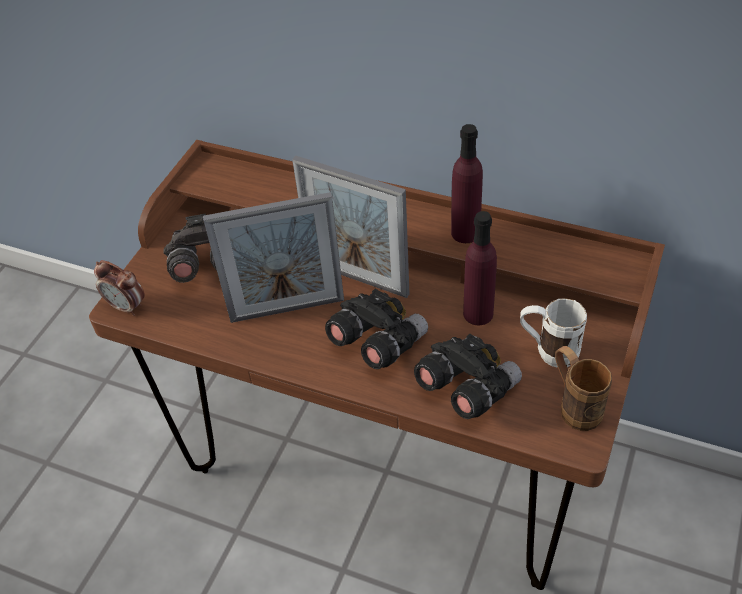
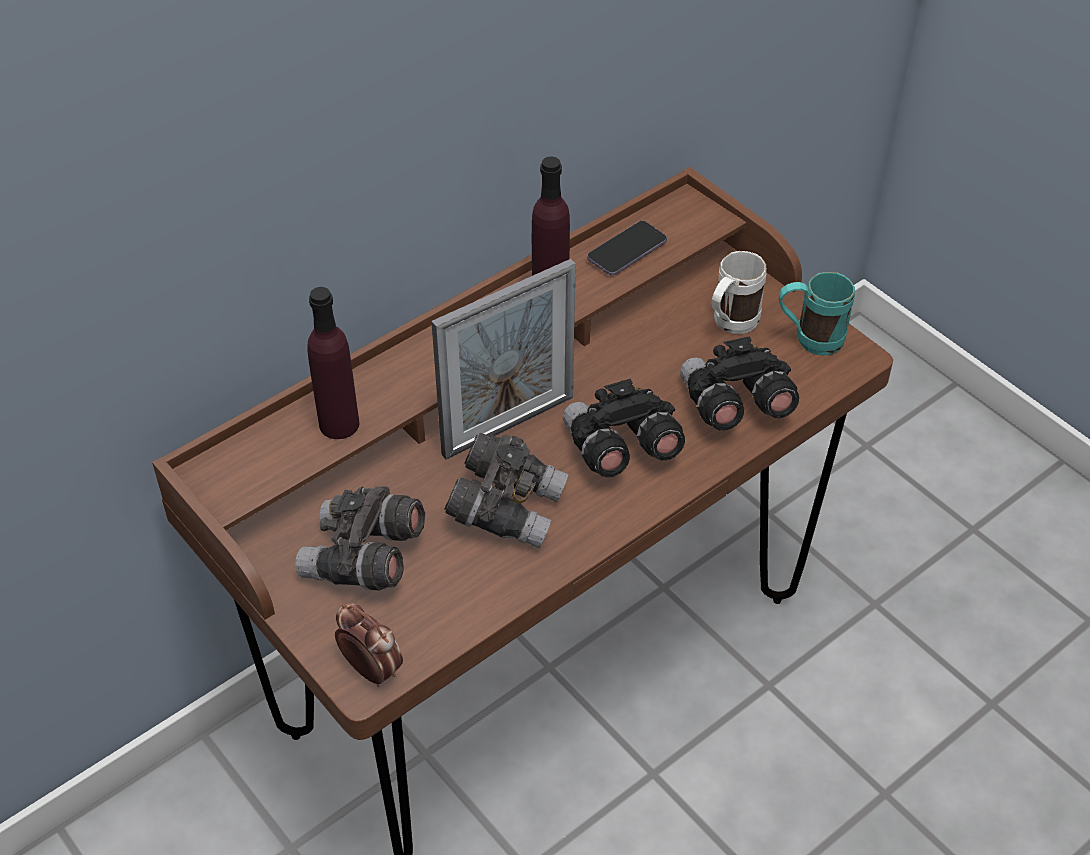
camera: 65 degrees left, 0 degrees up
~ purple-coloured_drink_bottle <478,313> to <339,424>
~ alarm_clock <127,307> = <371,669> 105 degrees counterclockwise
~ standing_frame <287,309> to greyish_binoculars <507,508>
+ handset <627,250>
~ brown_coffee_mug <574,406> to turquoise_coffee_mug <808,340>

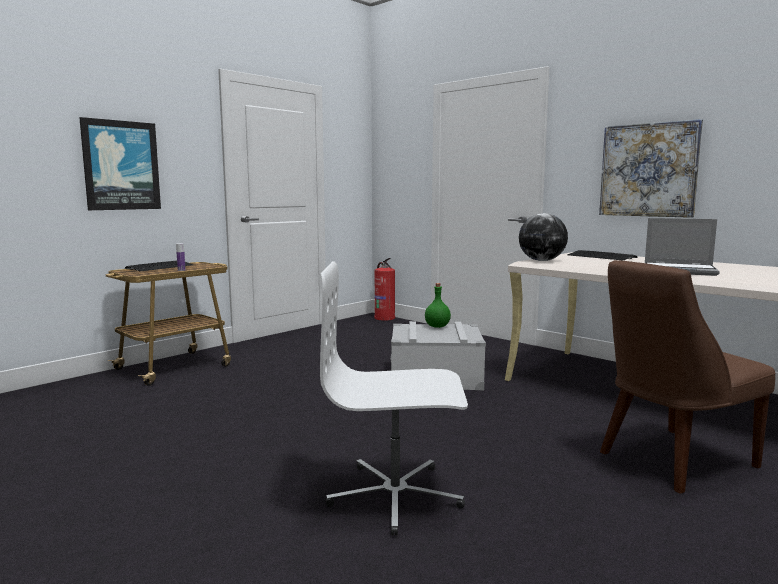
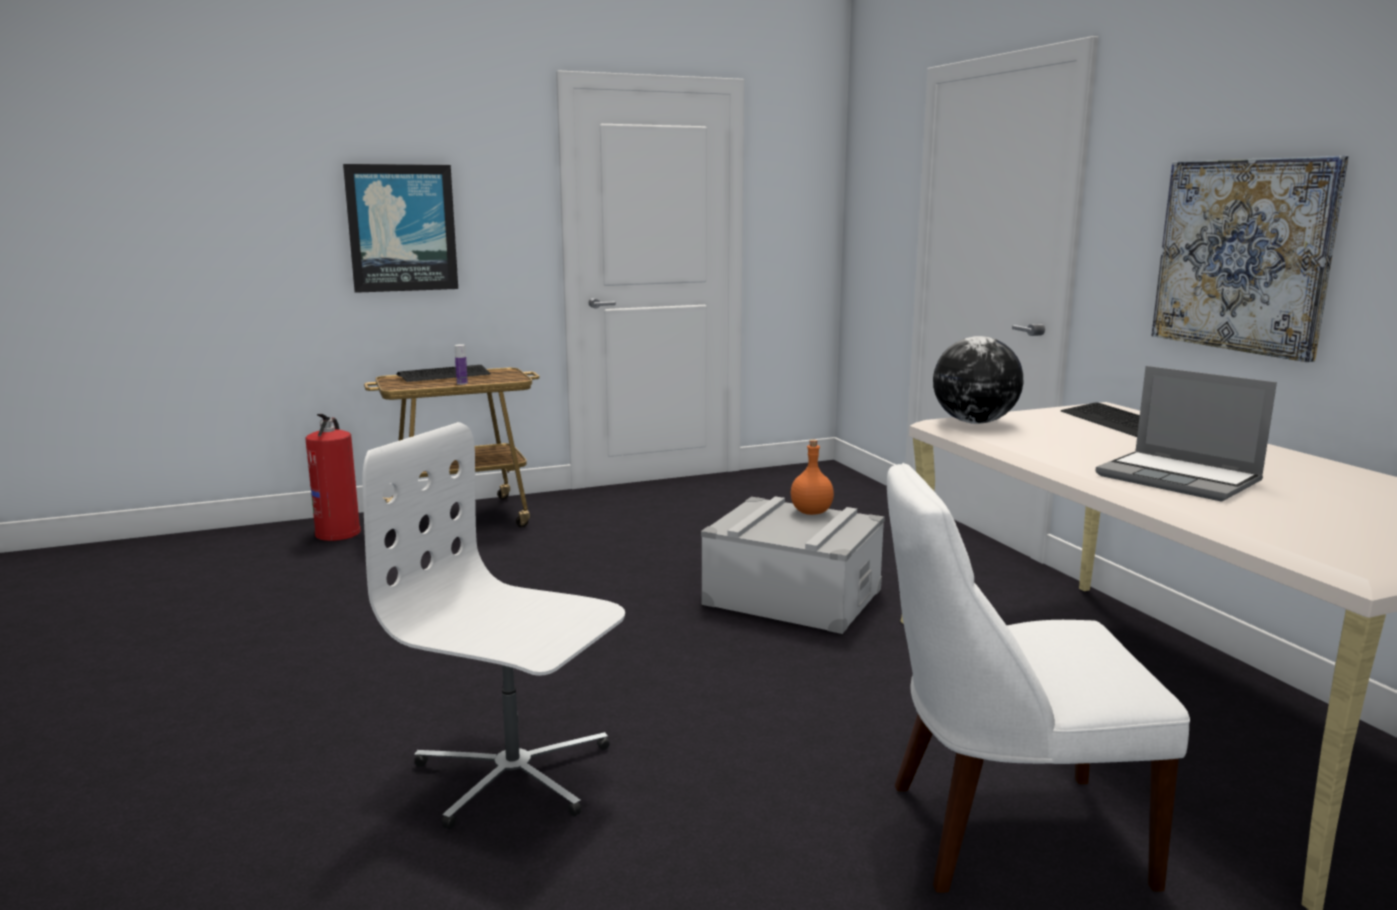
camera: 25 degrees right, 5 degrees up
~ extinguisher <384,318> to <338,533>
~ green-coloured_drink_bottle <437,326> to orangey_drink_bottle <810,512>
~ brown_plain_chair <671,460> to whitish_plain_chair <1003,832>

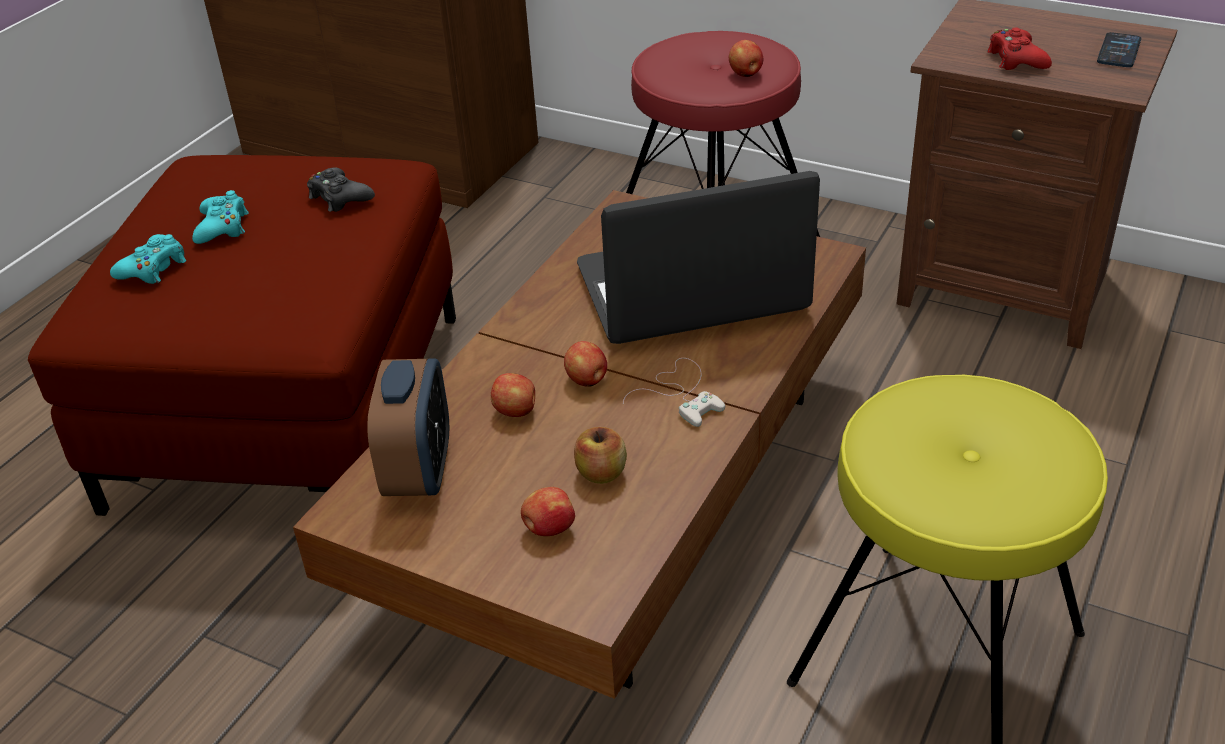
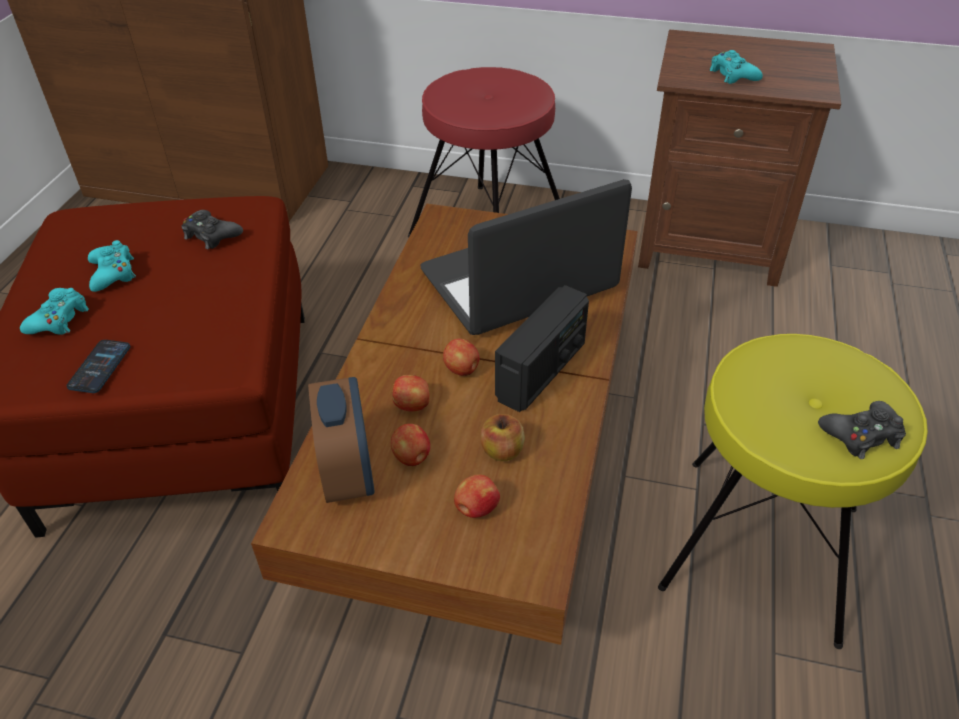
camera: 15 degrees left, 5 degrees up
~ handset <1118,51> to <100,367>
~ whole_apple <746,74> to <412,457>
~ whitish_gamepad <681,393> to radio_receiver <542,371>
~ red_gamepad <1016,59> to turquoise_gamepad <732,75>
+ blackish_gamepad <862,435>

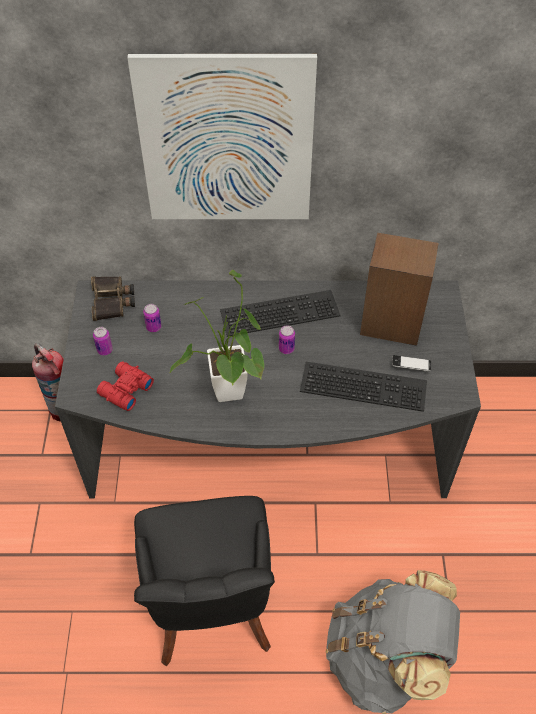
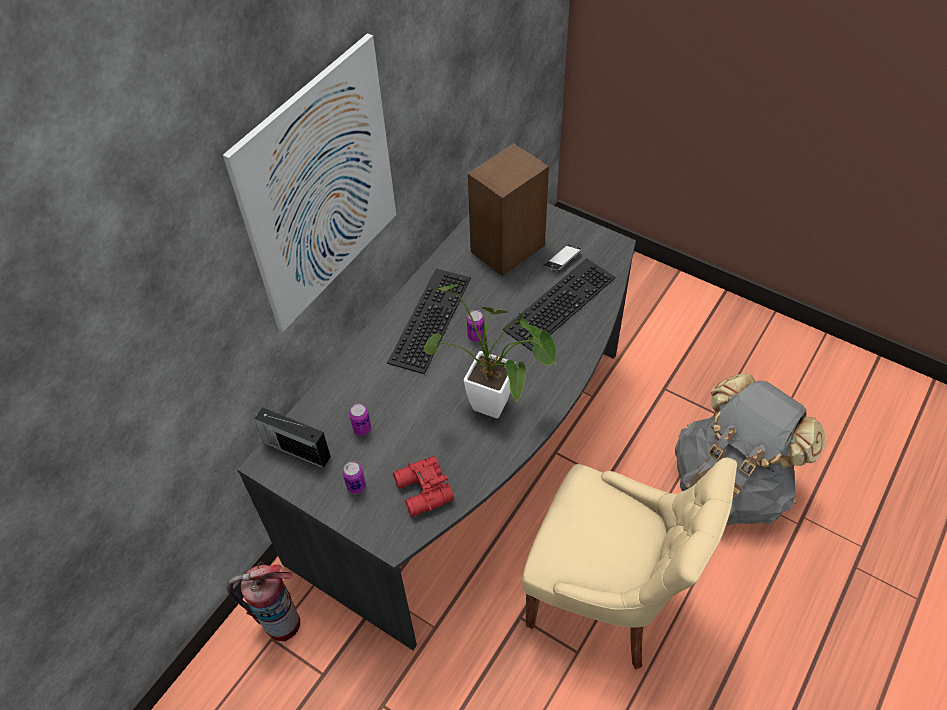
camera: 55 degrees left, 0 degrees up
~ binoculars <113,301> to radio_receiver <296,449>
~ blackish_plain_chair <211,608> to beige_plain_chair <607,596>

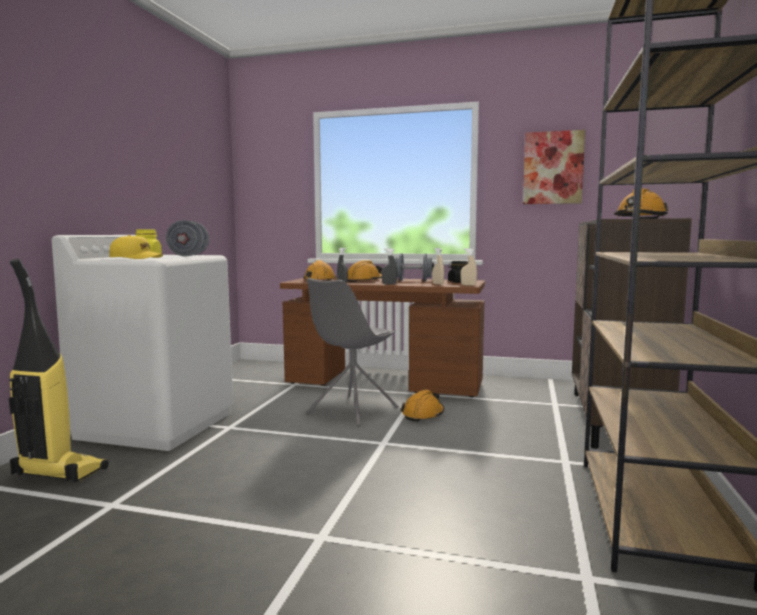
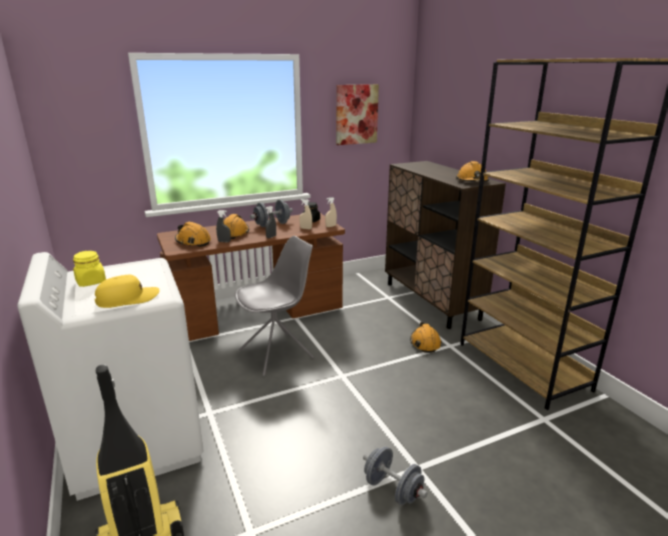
camera: 40 degrees left, 15 degrees up
~ greyish_plain_chair <352,411> = <277,354> 120 degrees counterclockwise
~ greyish_dumbbell <189,255> to <392,489>
~ orangey_hard_hat <423,414> to <425,343>

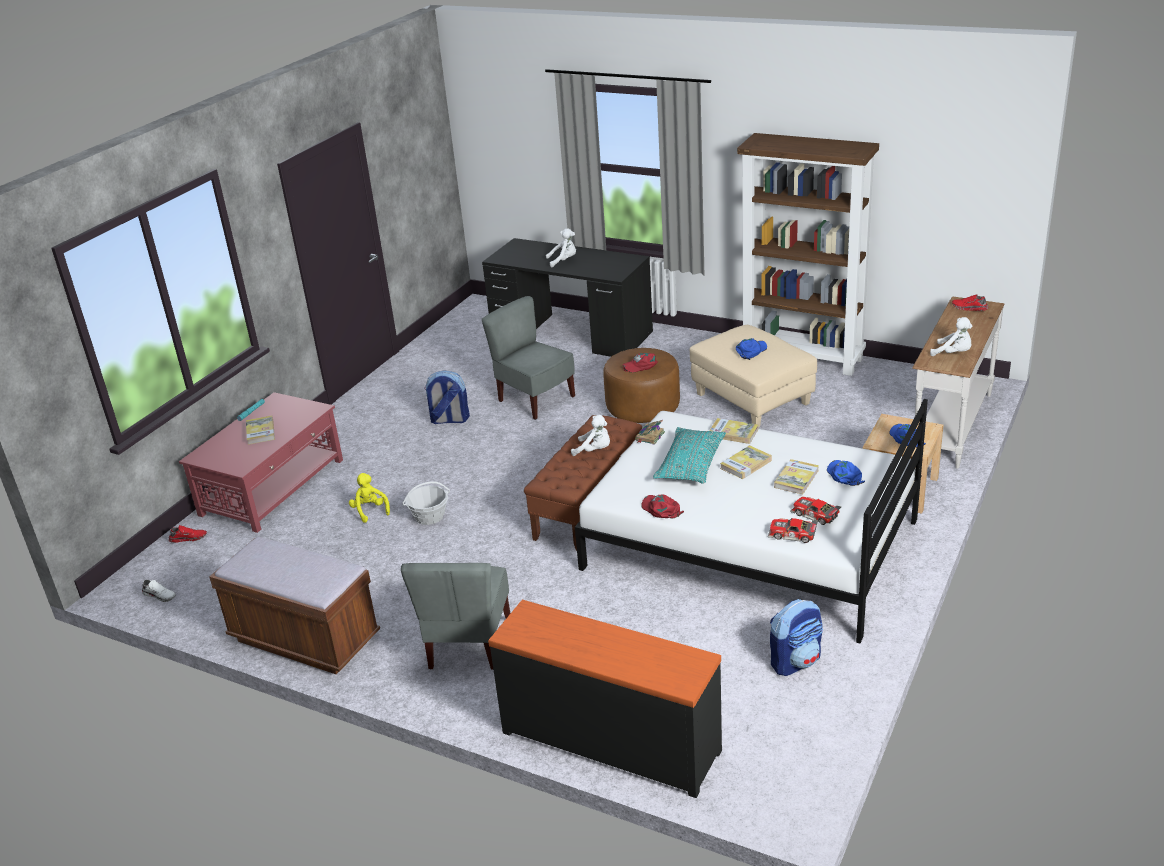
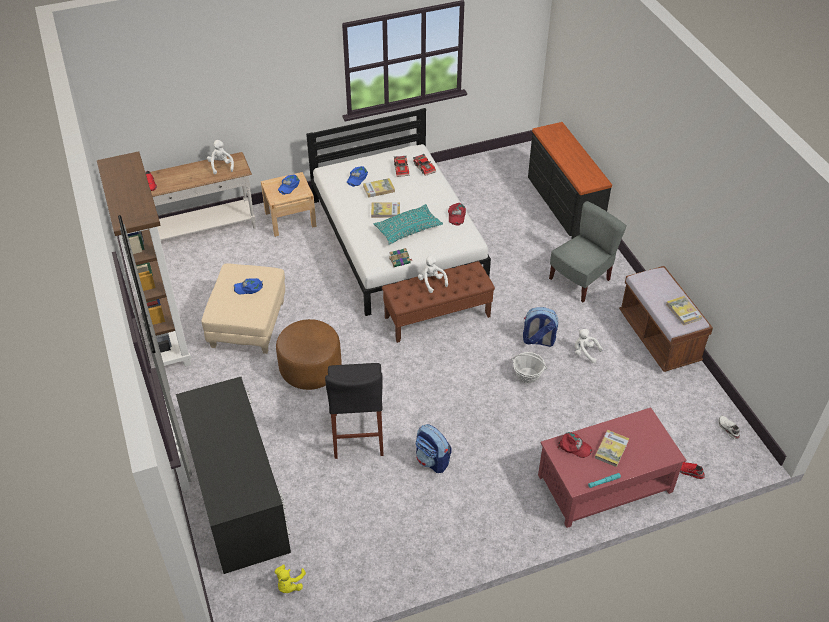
camera: 140 degrees left, 15 degrees up
~ yellow-coloured_plush_toy <370,511> to <289,585>
~ greyish_plain_chair <535,400> to blackish_stool <358,434>
~ rucksack <795,661> to <538,341>
~ red_cap <641,365> to <574,447>
~ whitish_plush_toy <563,261> to <585,353>
~ book <733,433> to <683,312>

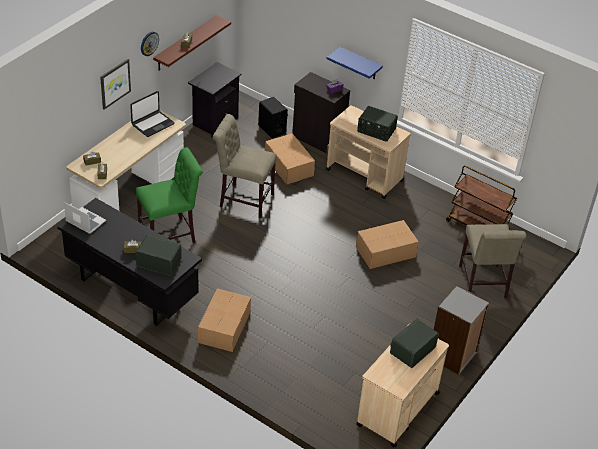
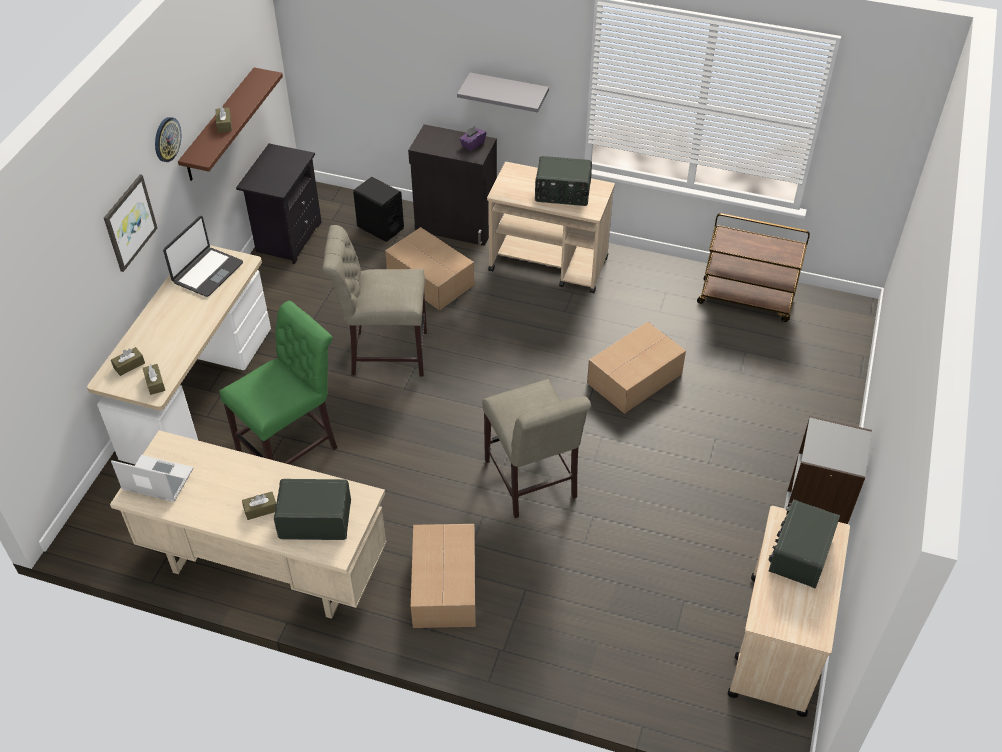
camera: 15 degrees left, 5 degrees up
~ blackish_desk <131,291> to beige_desk <264,567>
~ bluish_shelf <360,64> to greyish_shelf <509,92>
~ beige_plain_chair <483,284> to <532,483>

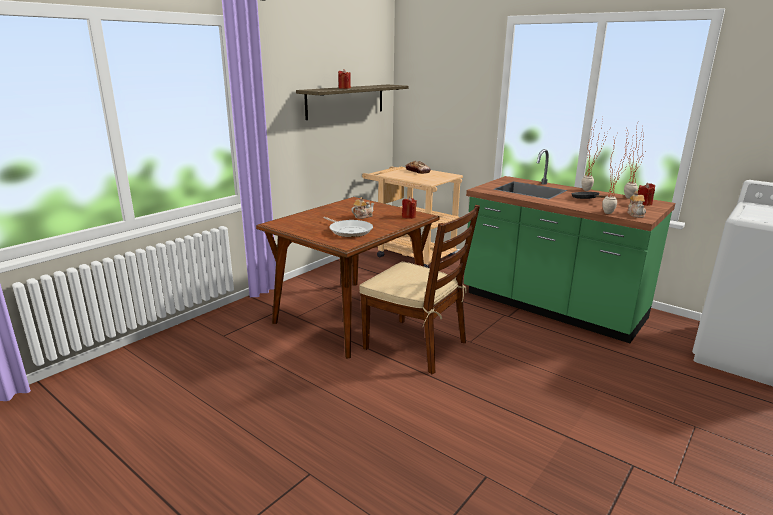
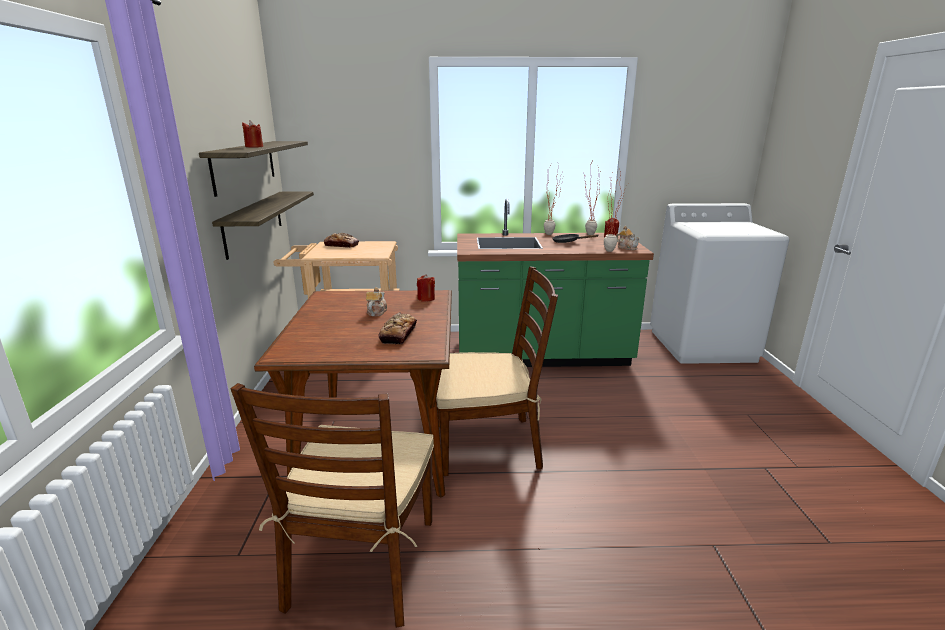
camera: 40 degrees left, 0 degrees up
+ shelf <254,222>
+ brown_plain_chair <362,563>
~ frying_pan <349,231> to bakery_bread <398,334>

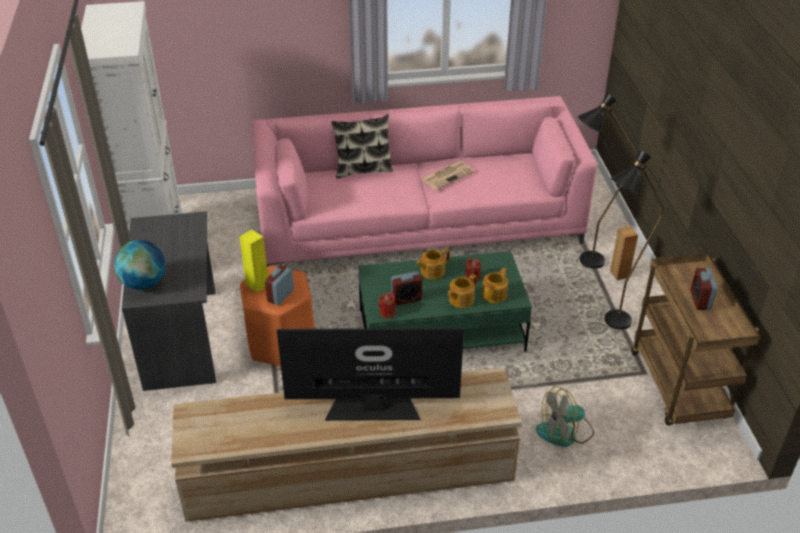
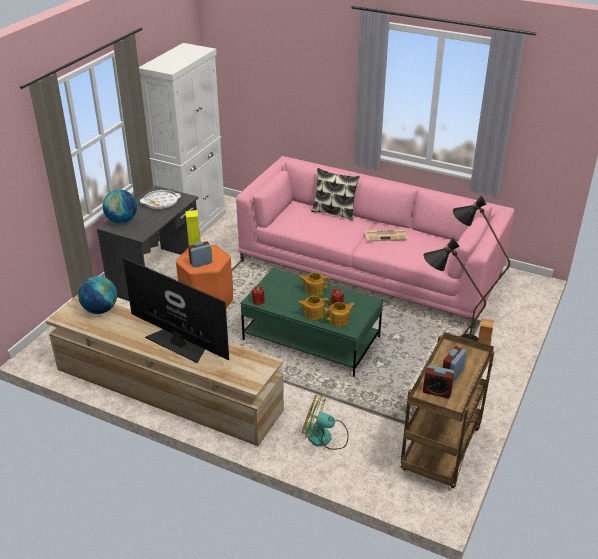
camera: 35 degrees right, 5 degrees down
+ desk_globe <100,310>
+ whitish_serving_tray <161,202>
~ alarm_clock <406,299> to <437,391>

